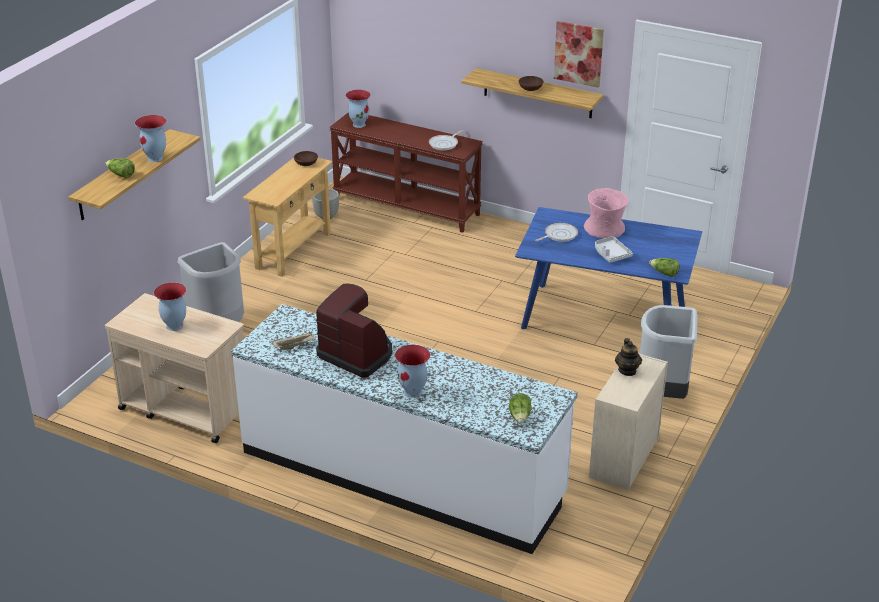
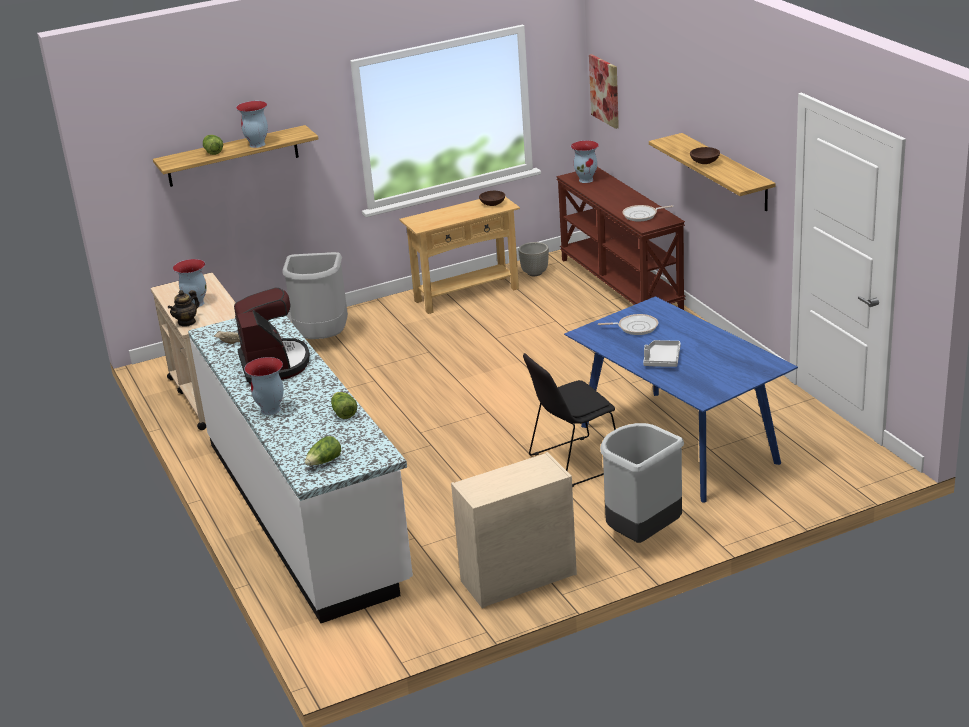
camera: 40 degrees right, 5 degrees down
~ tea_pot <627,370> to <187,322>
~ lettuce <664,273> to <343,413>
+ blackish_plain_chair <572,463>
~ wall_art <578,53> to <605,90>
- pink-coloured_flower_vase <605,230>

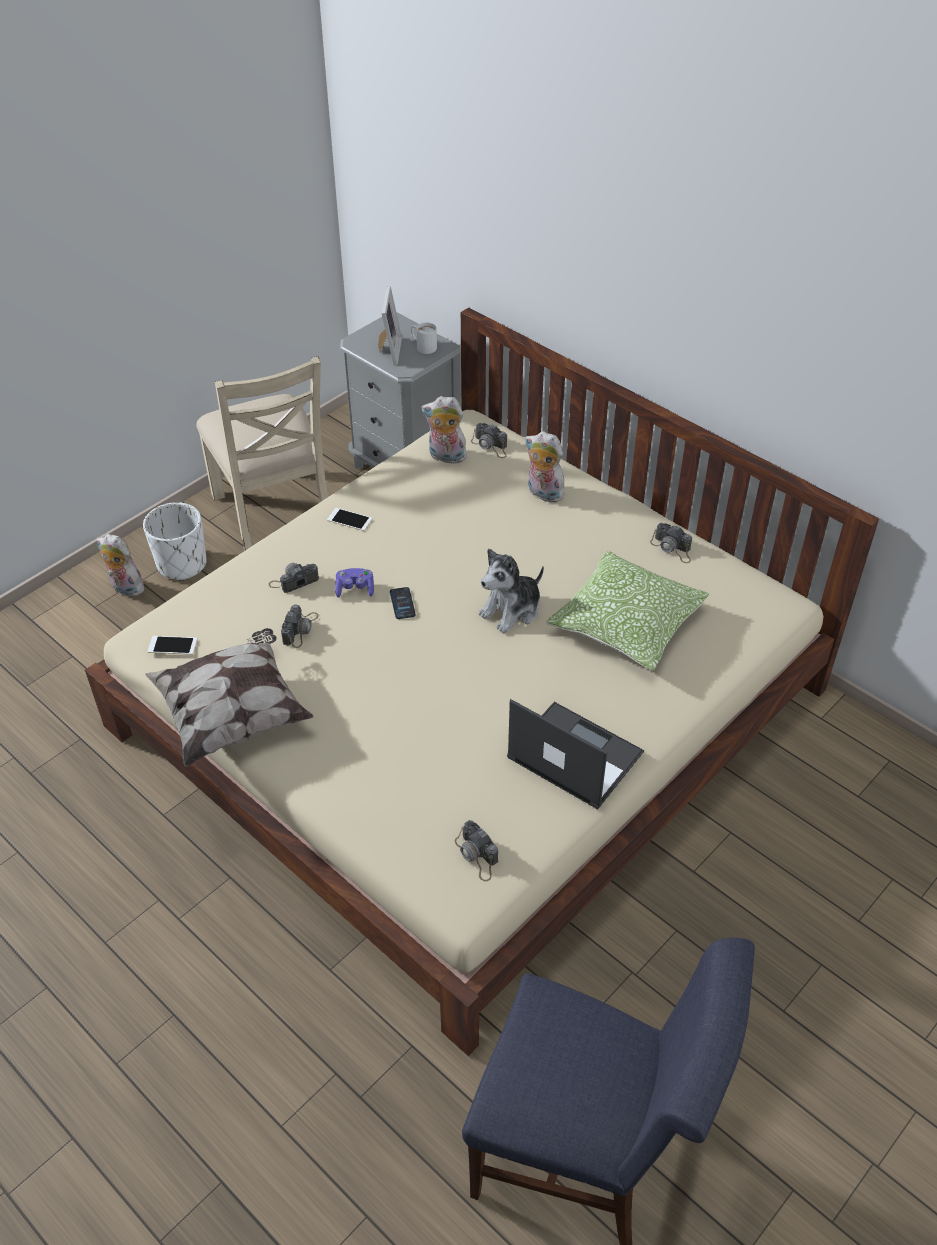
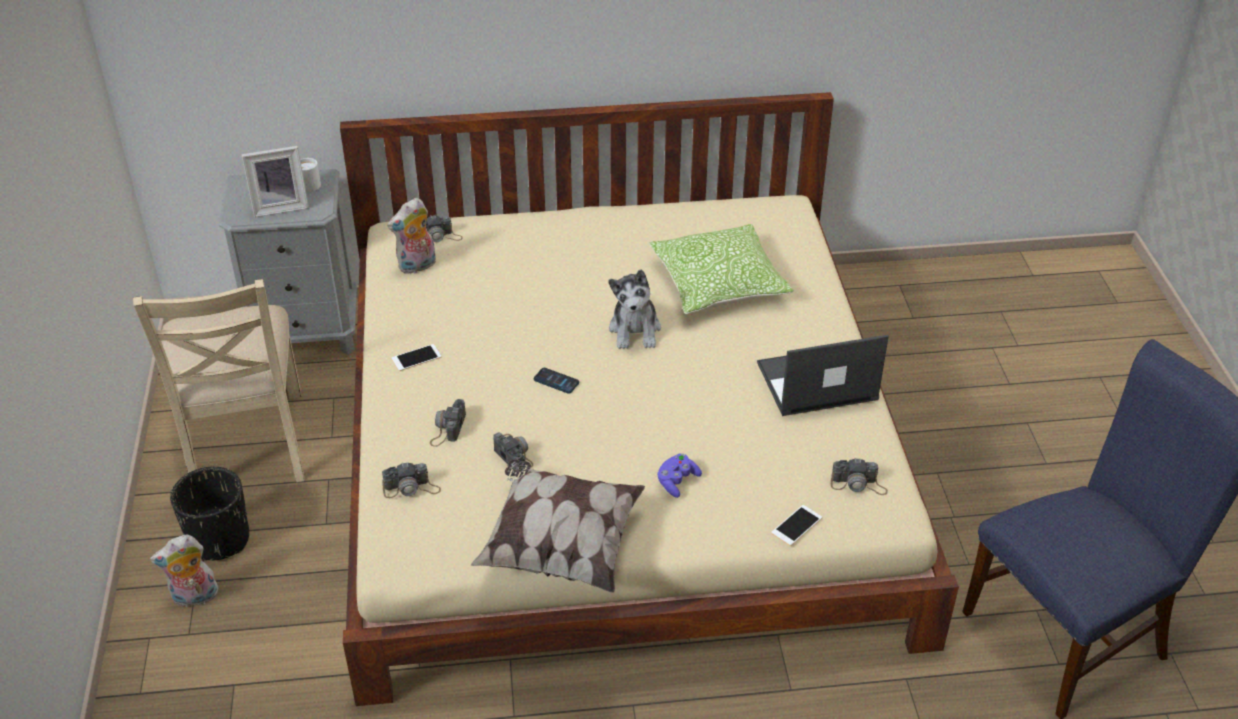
camera: 50 degrees left, 5 degrees down
~ beige_plain_chair <275,516> = <246,444> 60 degrees clockwise
~ whitish_flower_pot <182,564> to blackish_flower_pot <219,540>
~ standing_frame <388,351> = <280,206> 120 degrees clockwise
~ still_camera <672,548> to <411,488>
~ purple-coloured_gamepad <355,589> to <677,481>
~ handset <172,645> to <796,525>
- plush_toy <543,493>

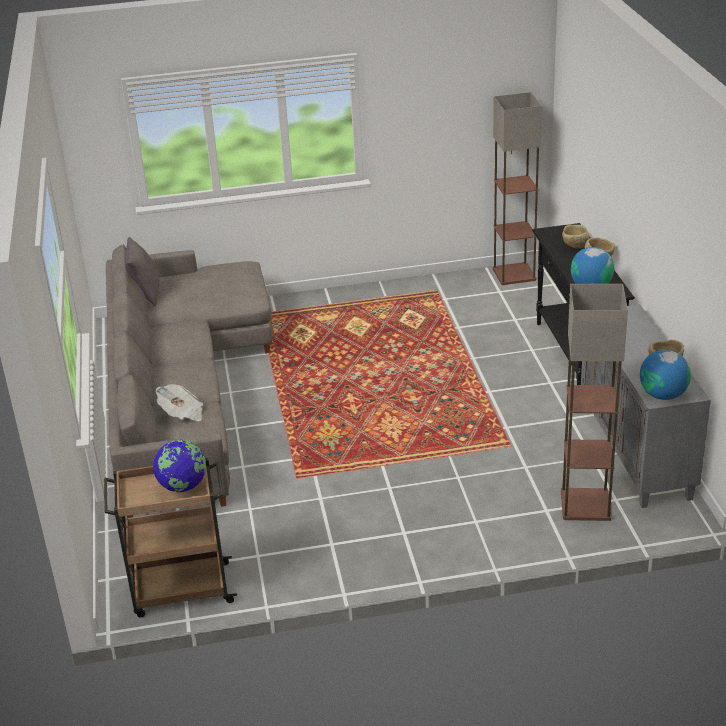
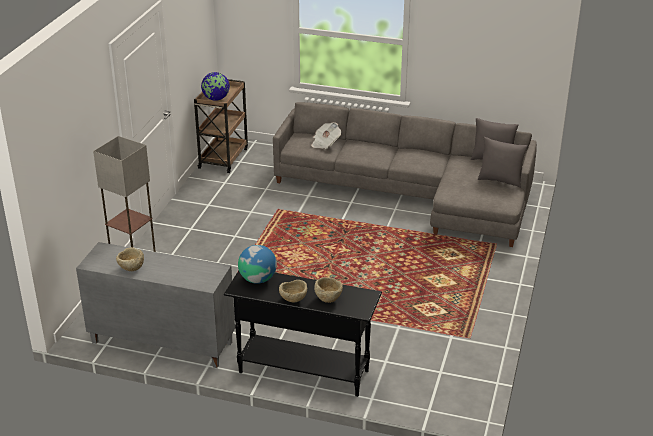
camera: 115 degrees right, 0 degrees up
+ greyish_cushion <500,180>
- standard_lamp <513,275>
- desk_globe <663,395>

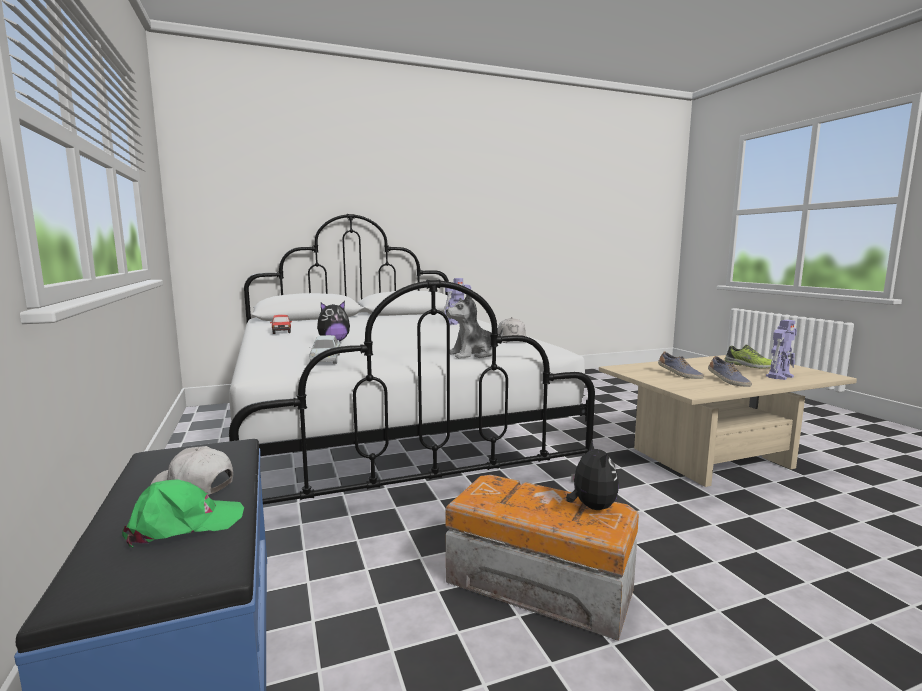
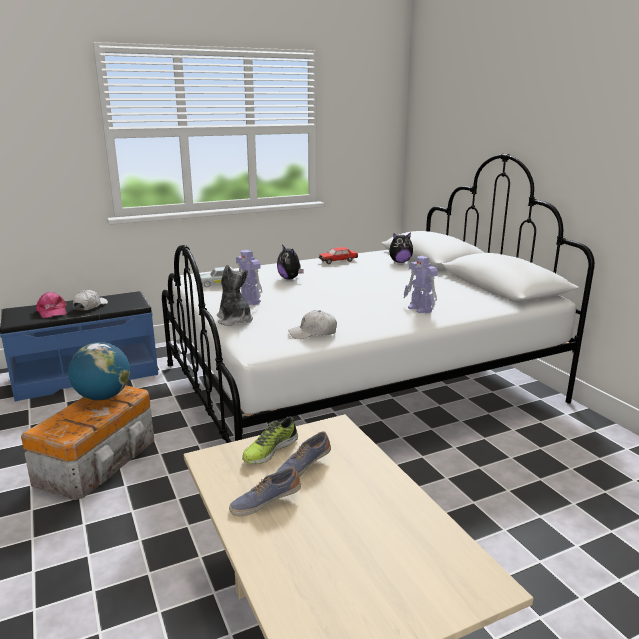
camera: 85 degrees right, 10 degrees up
~ green-coloured_cap <184,525> to pink-coloured_cap <52,311>
+ desk_globe <103,397>
~ toy_robot <780,376> to <249,301>
~ item_of_footwear <749,365> to <269,450>
~ plush_toy <591,507> to <400,262>

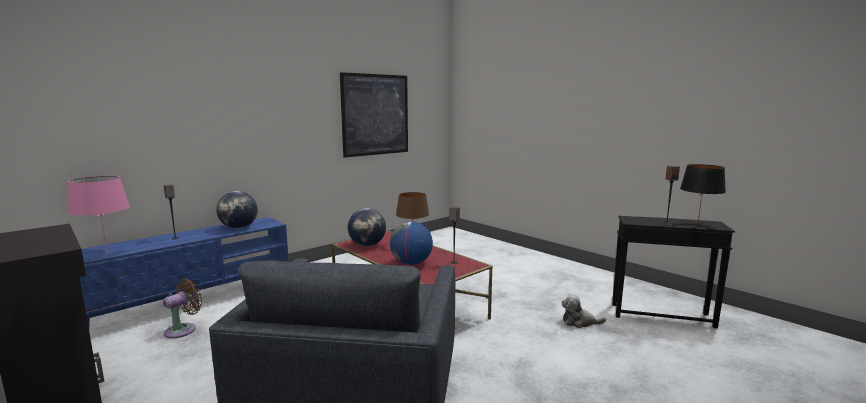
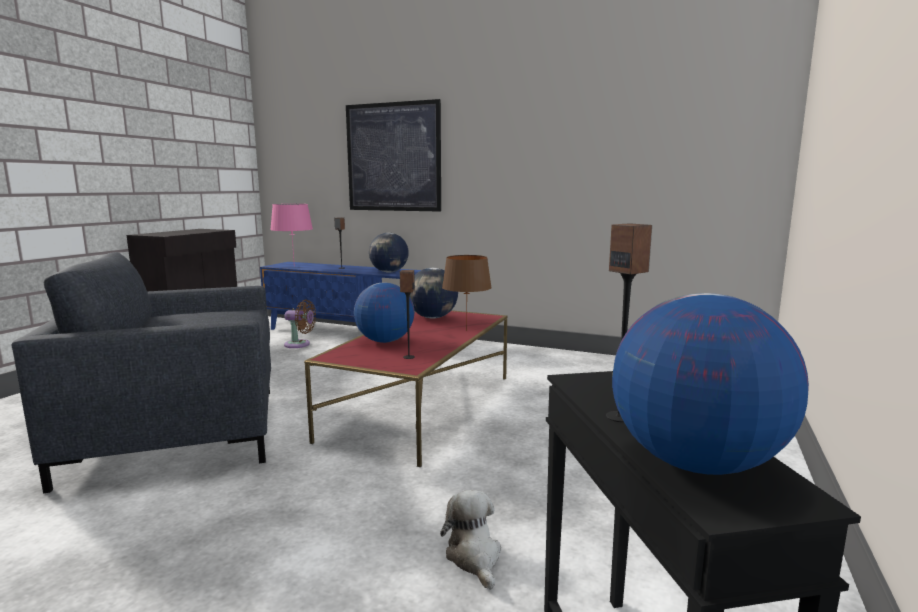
camera: 65 degrees right, 0 degrees up
~ wall_art <375,115> to <393,157>
~ blackish_lamp_for_a_table <698,224> to desk_globe <694,462>

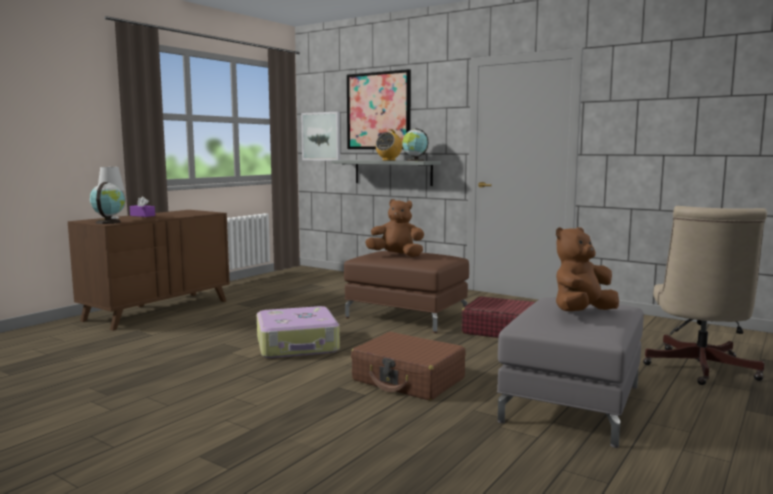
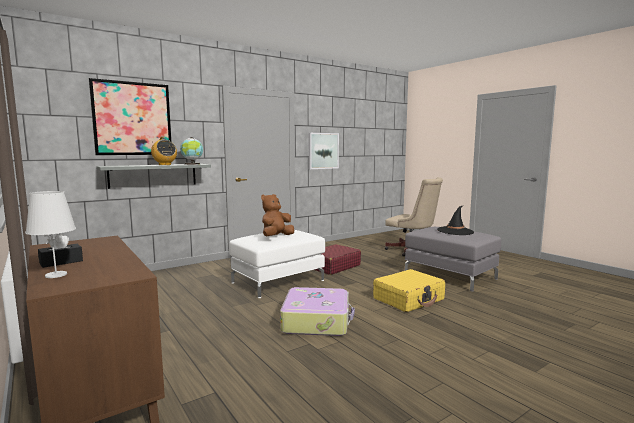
camera: 70 degrees left, 0 degrees up
~ purple-coloured_tissue_box <142,215> to blackish_tissue_box <61,262>
~ brown_ottoman <407,316> to whitish_ottoman <278,281>
~ wall_art <321,136> to <323,151>
~ brown_piece_of_luggage <408,380> to yellow-coloured_piece_of_luggage <409,299>
~ brown_plush_toy <582,313> to blackish_hat <455,231>
- desk_globe <108,222>

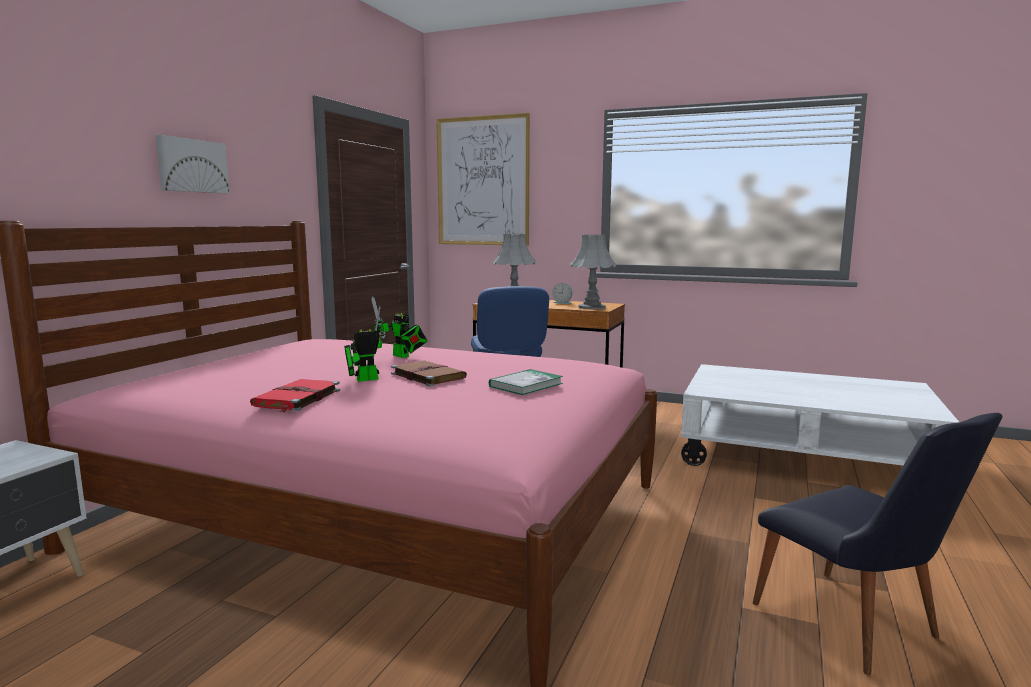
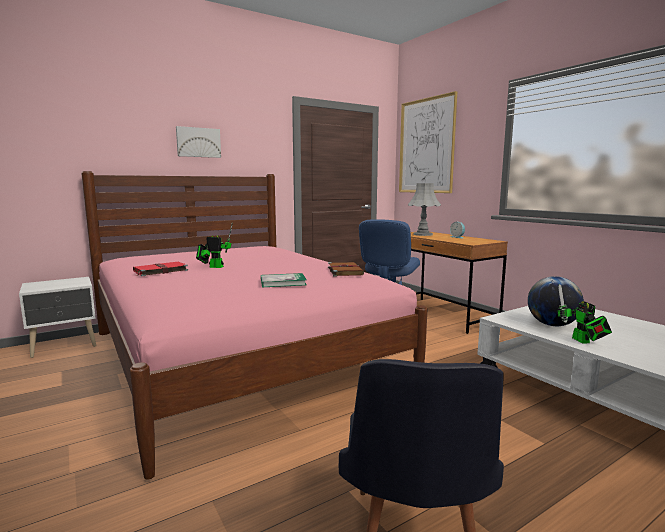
camera: 35 degrees right, 0 degrees up
~ brown_book <427,376> to <344,271>
+ desk_globe <552,325>
~ toy_robot <402,356> to <582,341>
- greyish_lamp_for_a_table <591,307>

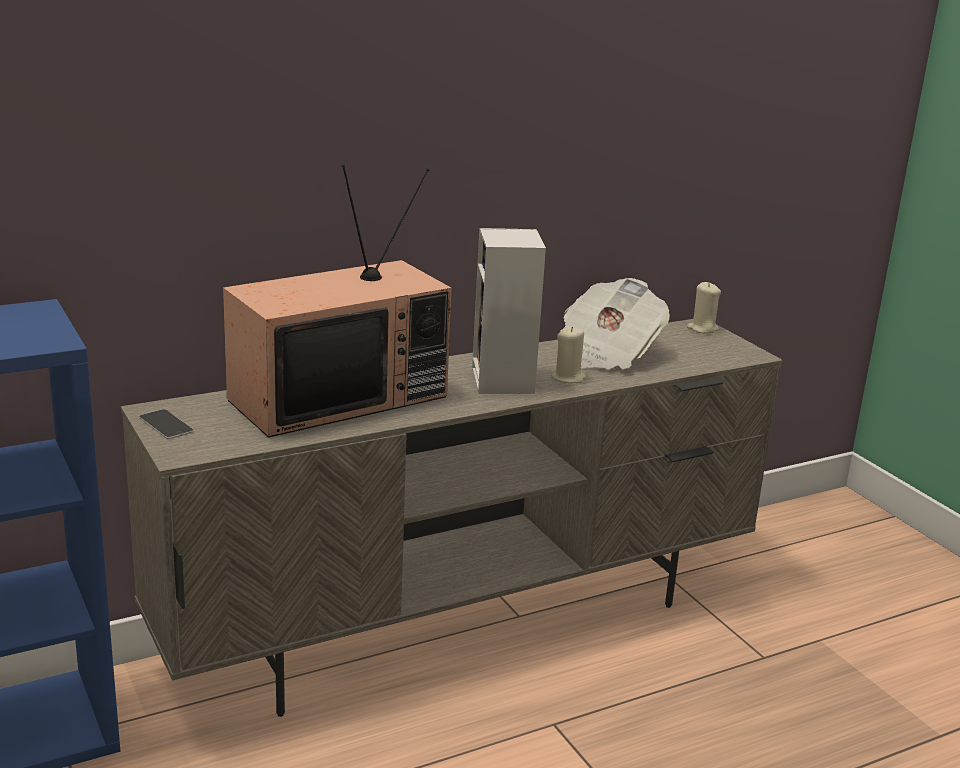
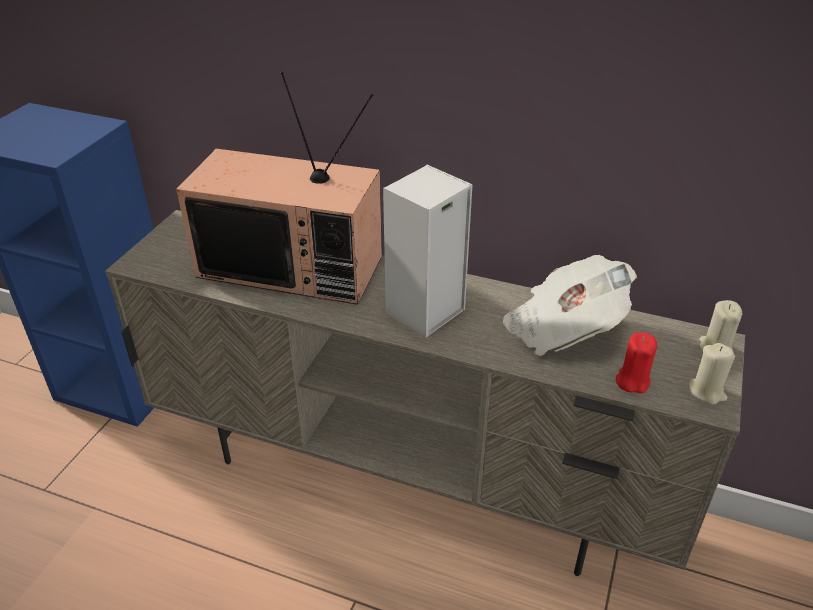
camera: 50 degrees right, 15 degrees up
+ red_wax_light <632,381>
~ beige_wax_light <568,378> to <707,392>
- handset <166,424>

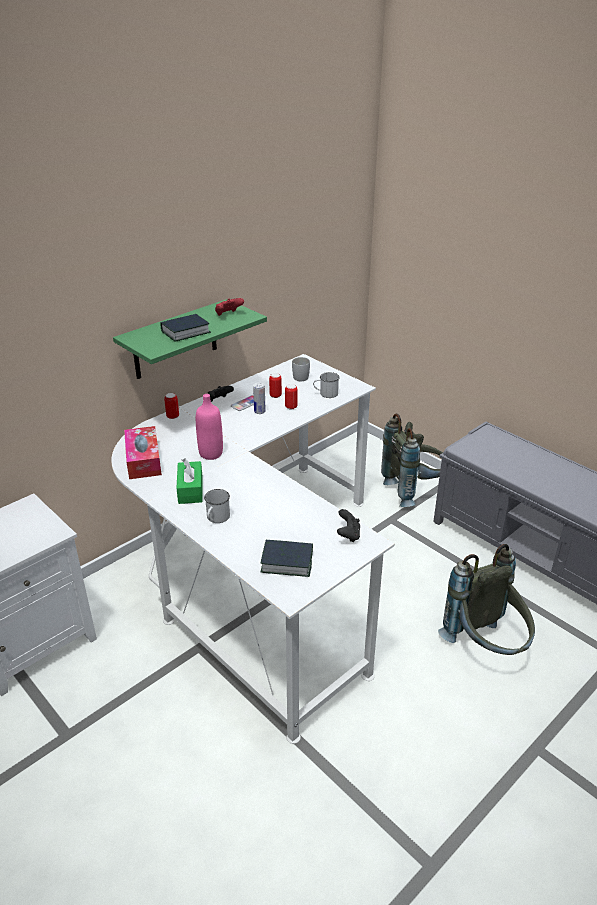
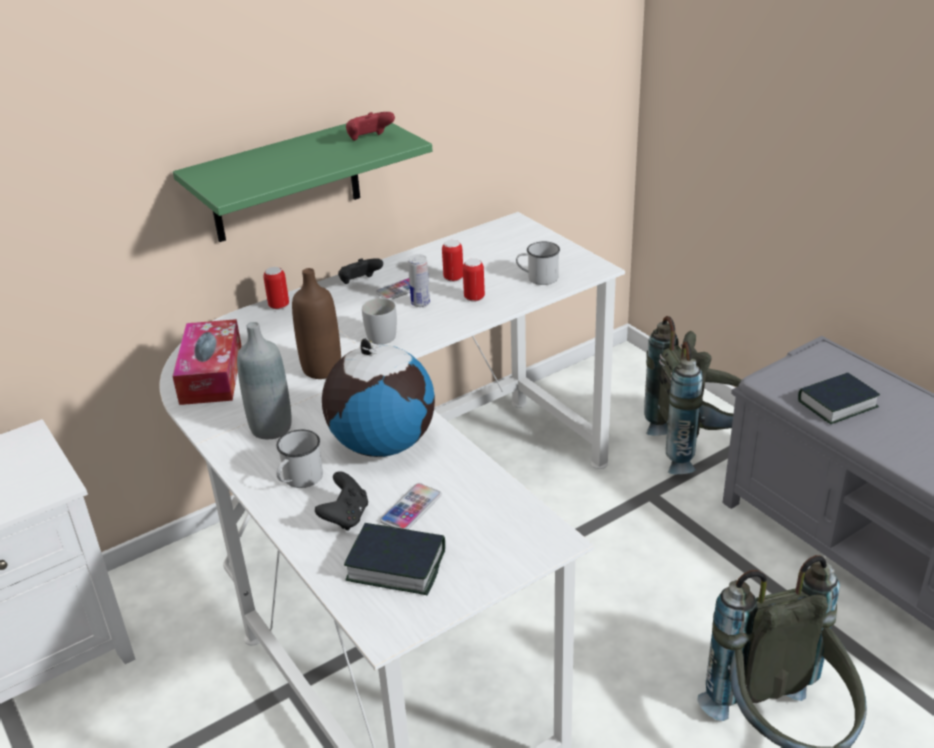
camera: 10 degrees right, 0 degrees up
~ green-coloured_tissue_box <190,490> to greyish_drink_bottle <271,428>
~ pink-coloured_drink_bottle <211,453> to brown_drink_bottle <322,369>
~ blackish_gamepad <348,535> to <345,517>
+ desk_globe <382,444>
~ whitish_coffee_mug <299,376> to <379,334>
+ handset <411,508>
~ book <185,332> to <837,404>

